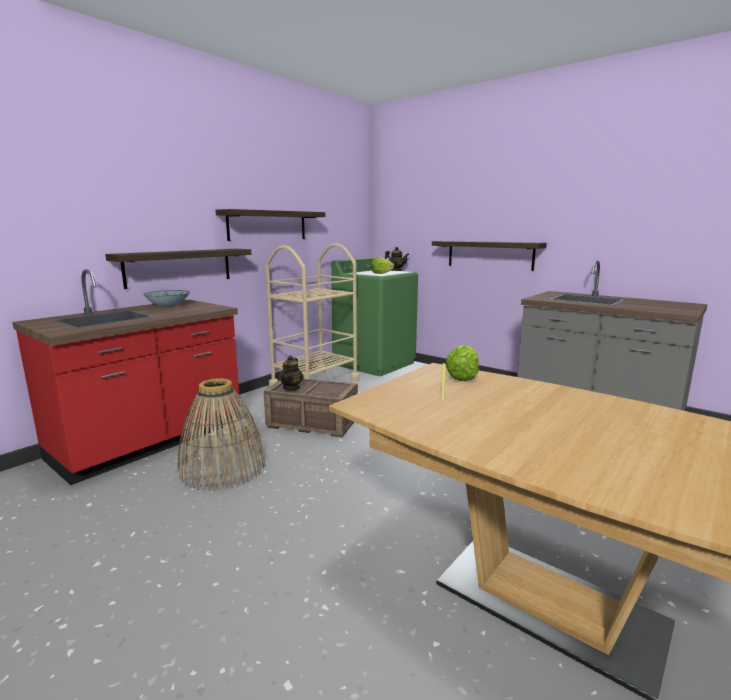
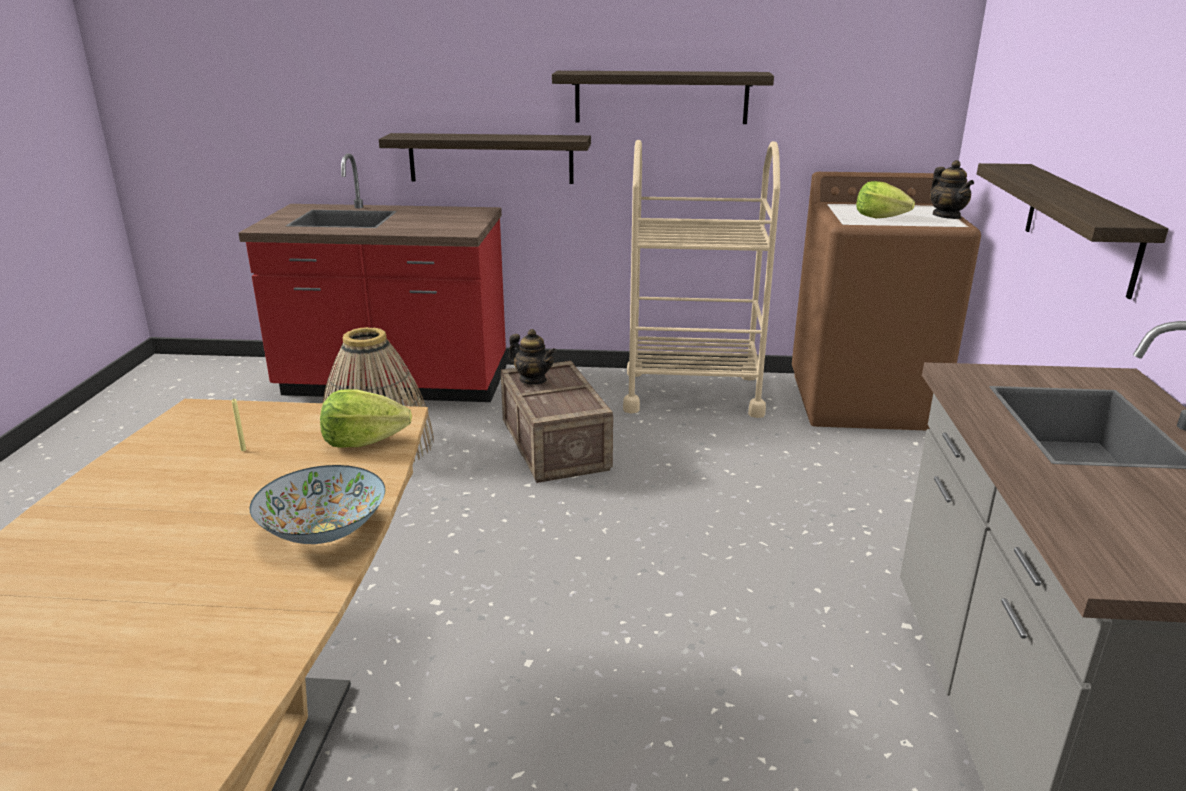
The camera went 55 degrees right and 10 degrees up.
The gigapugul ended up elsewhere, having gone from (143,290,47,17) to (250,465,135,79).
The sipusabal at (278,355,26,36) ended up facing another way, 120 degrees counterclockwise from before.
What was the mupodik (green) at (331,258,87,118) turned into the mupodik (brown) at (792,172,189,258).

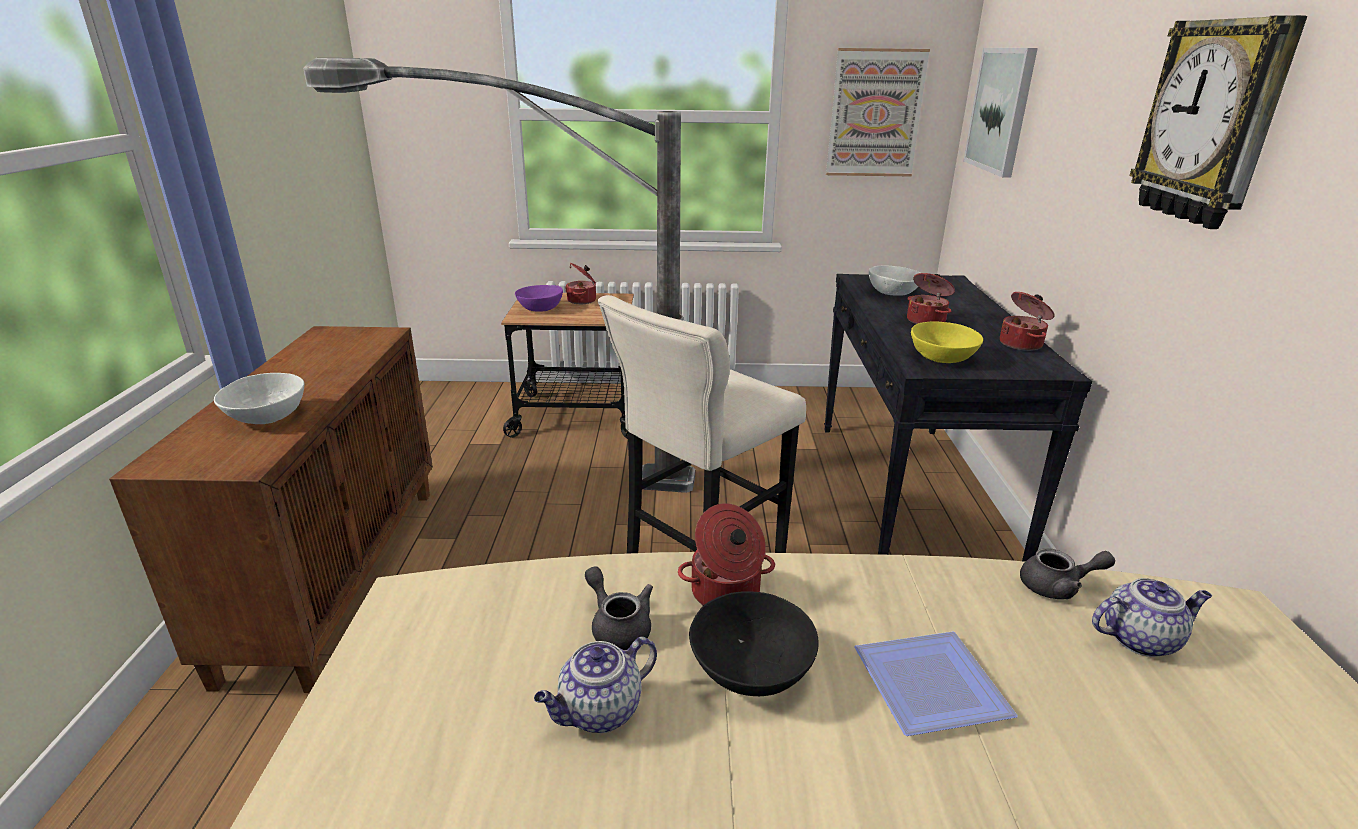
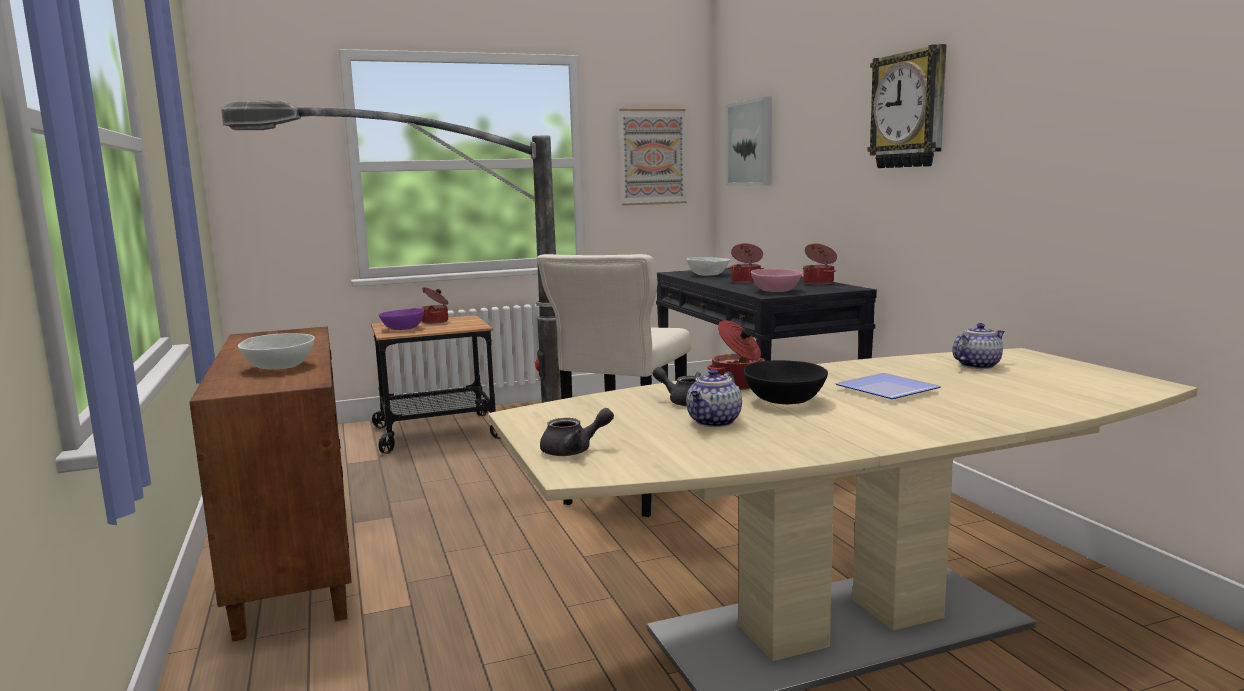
The camera went 20 degrees left and 15 degrees down.
What was the gigapugul (yellow) at (911,321,72,42) turned into the gigapugul (pink) at (751,269,51,23).
The sipusabal (grey) ended up elsewhere, having gone from (1020,548,95,51) to (540,408,74,48).

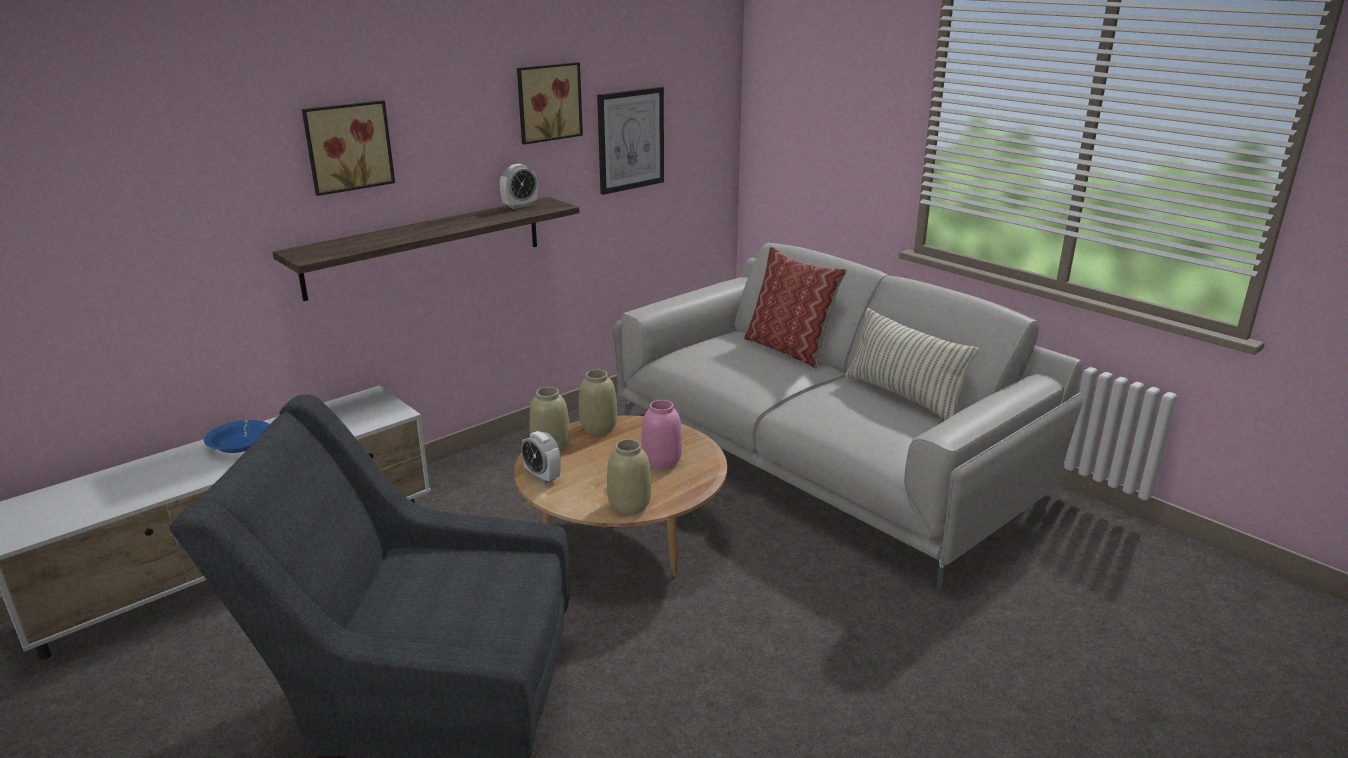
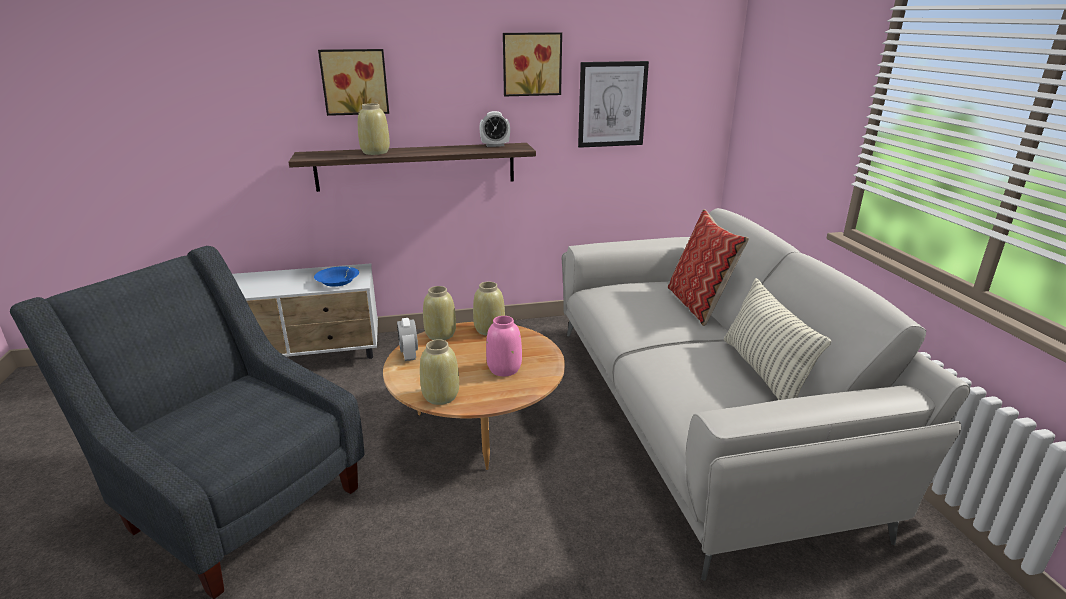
The camera went 30 degrees right and 0 degrees up.
The gigapugul (blue) ended up elsewhere, having gone from (204,420,66,33) to (314,266,45,21).
The second view gained the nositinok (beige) at (358,103,32,52).

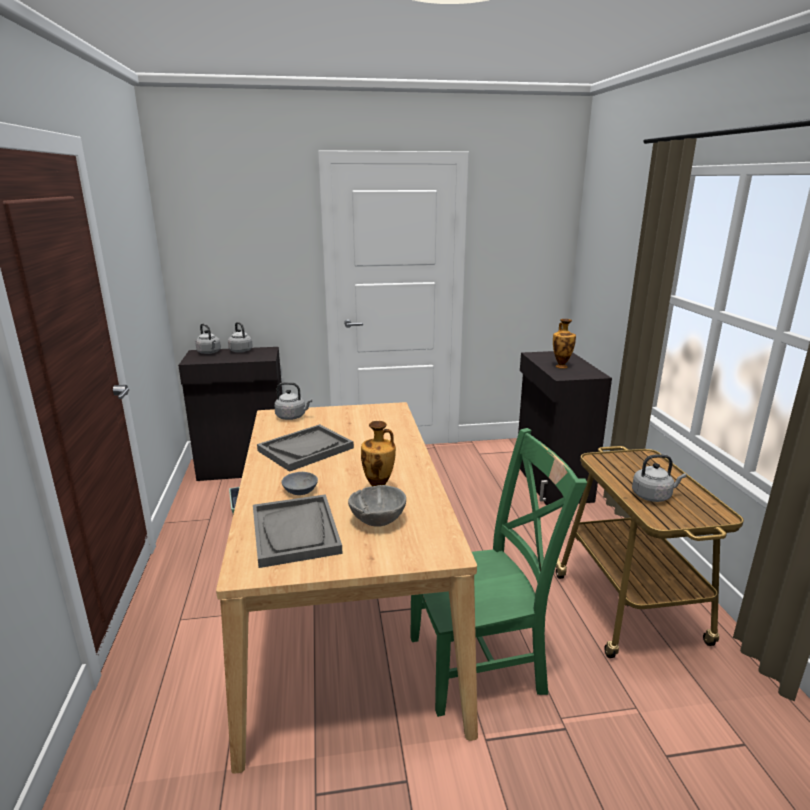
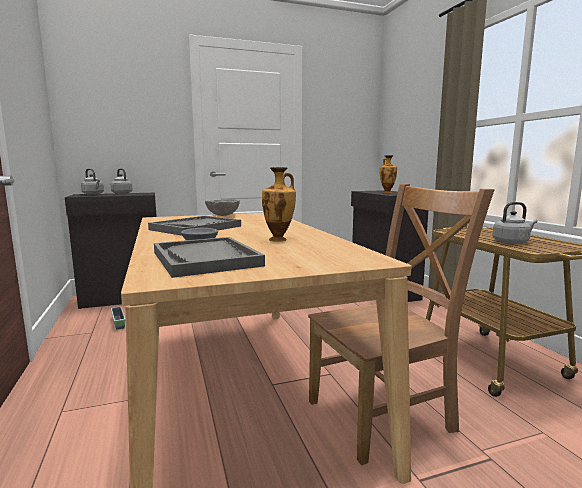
The camera went 10 degrees left and 10 degrees down.
The second view lost the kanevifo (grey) at (274,382,38,38).
The gigapugul (grey) ended up elsewhere, having gone from (348,485,58,42) to (205,199,35,17).
What was the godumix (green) at (410,428,177,289) turned into the godumix (brown) at (308,184,187,281).

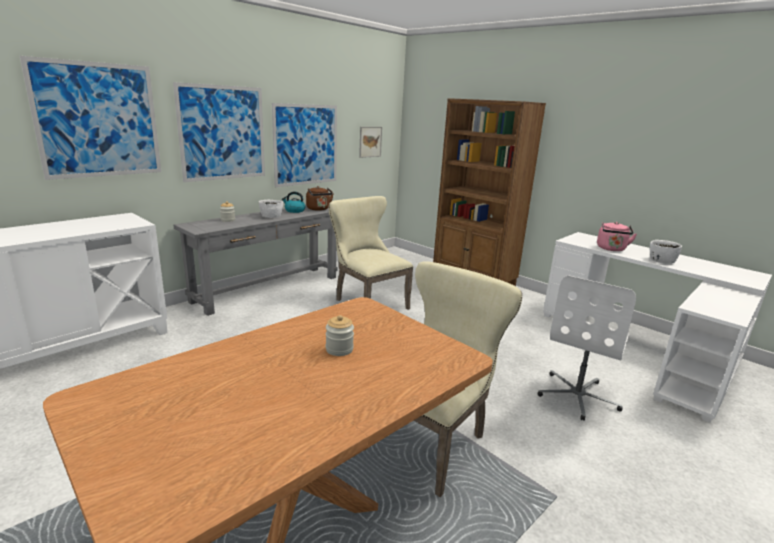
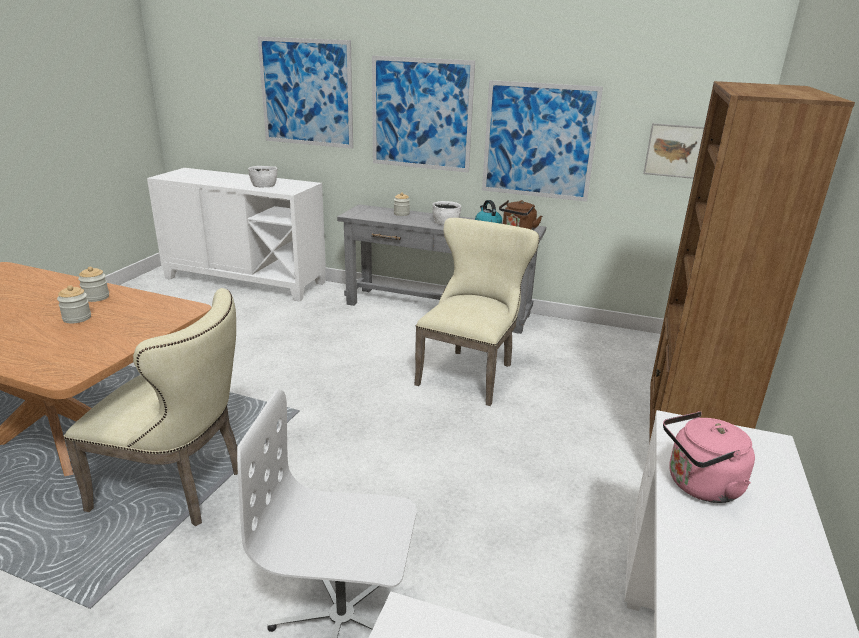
The camera went 65 degrees right and 5 degrees up.
The gigapugul (white) ended up elsewhere, having gone from (649,240,33,24) to (248,166,29,22).
The second view gained the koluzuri at (78,267,31,35).

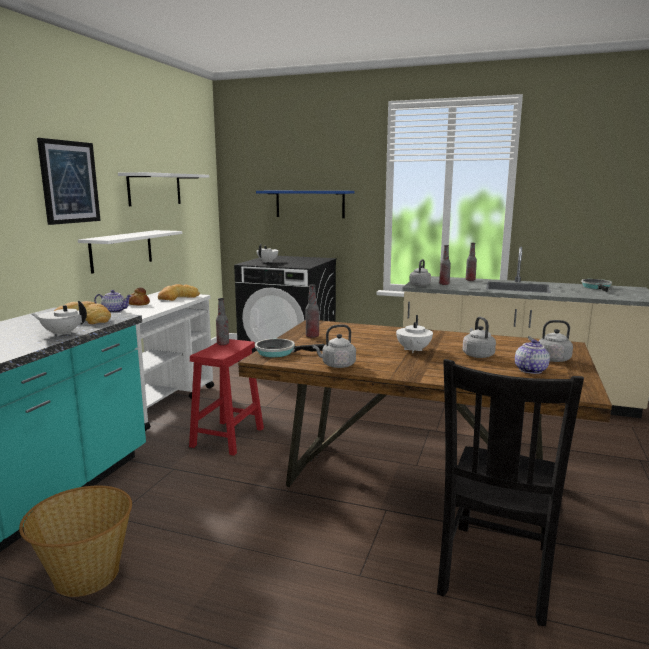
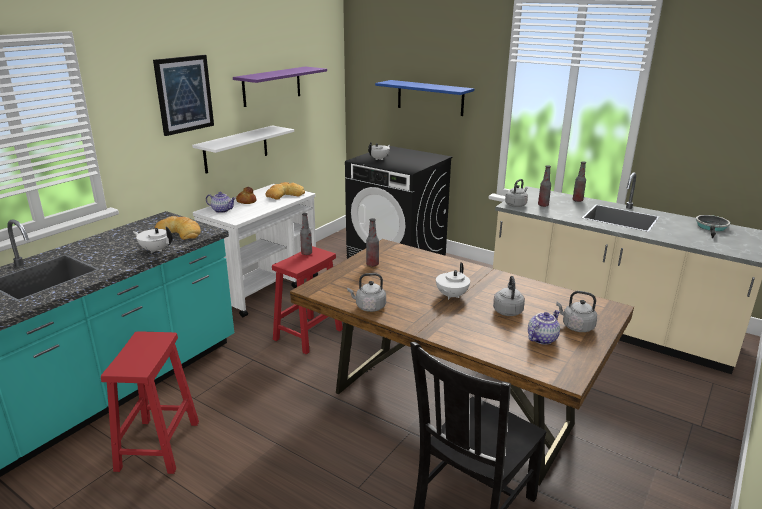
The camera went 15 degrees right and 10 degrees up.
Where the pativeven stood at (19,485,113,112), the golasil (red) came to stand at (101,331,98,143).
What was the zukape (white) at (118,172,91,34) turned into the zukape (purple) at (233,67,94,40).
The second view lost the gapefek at (255,338,70,20).

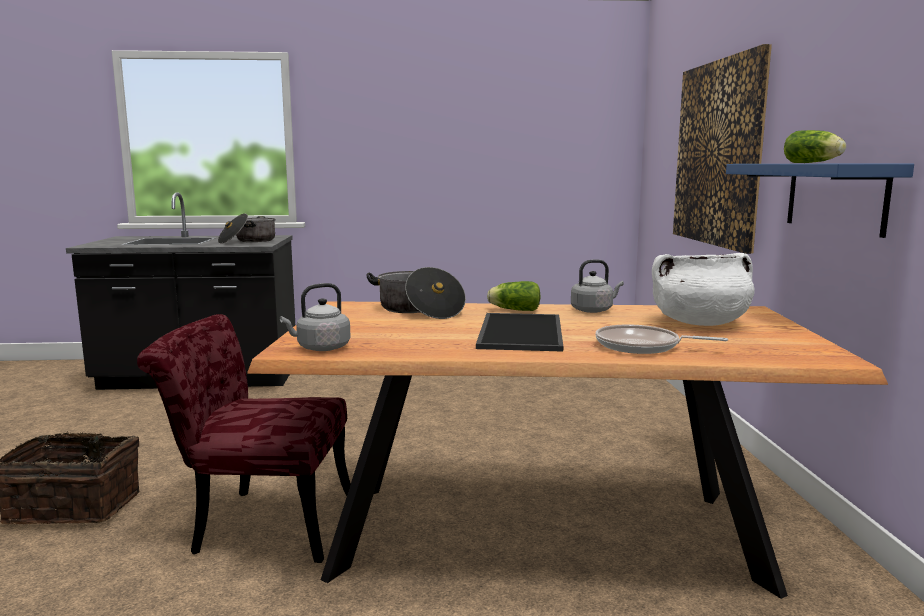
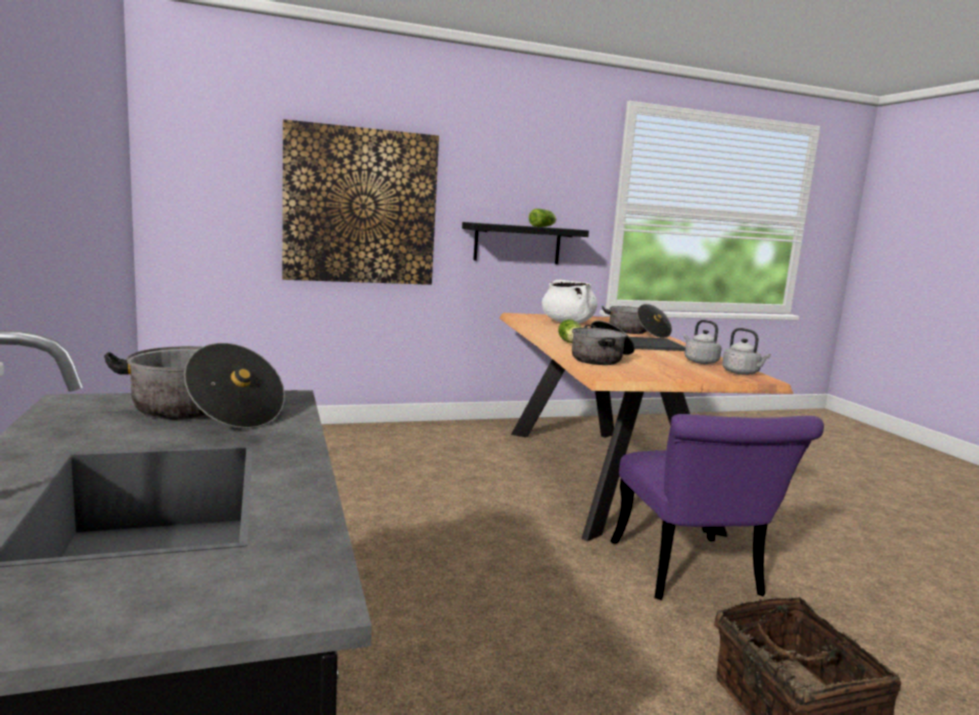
The camera went 105 degrees left and 0 degrees up.
What was the godumix (red) at (137,314,214,249) turned into the godumix (purple) at (610,414,214,186).
The kanevifo (grey) ended up elsewhere, having gone from (571,260,53,53) to (684,320,37,44).
Where the gapefek stood at (596,325,132,29), the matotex came to stand at (602,304,70,34).
What was the zukape (blue) at (726,164,188,74) turned into the zukape (black) at (462,222,127,42).

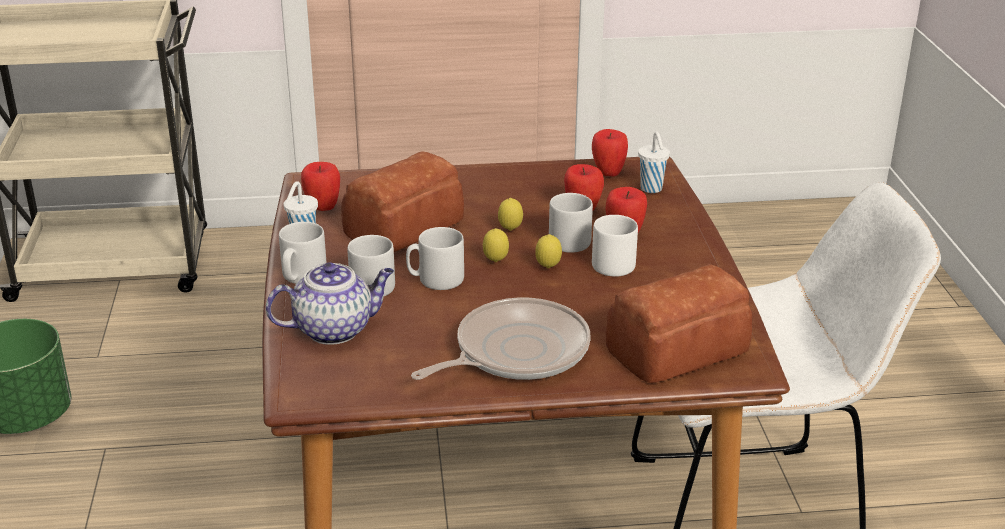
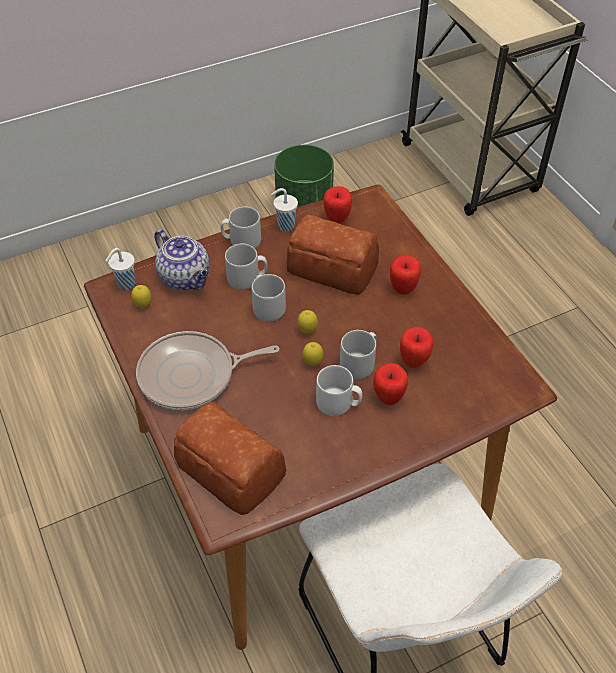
The camera went 70 degrees right and 20 degrees up.
The gapefek at (411,298,180,82) ended up facing another way, 135 degrees clockwise from before.
The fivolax ended up elsewhere, having gone from (498,198,25,33) to (131,285,21,23).
The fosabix ended up elsewhere, having gone from (592,129,36,48) to (390,255,31,40).
The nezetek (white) ended up elsewhere, having gone from (638,132,32,61) to (106,248,29,42).

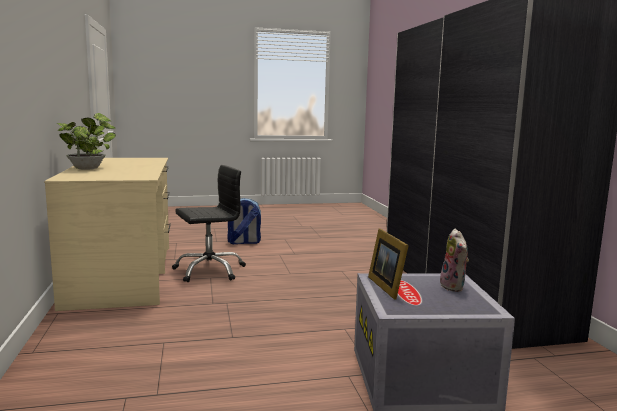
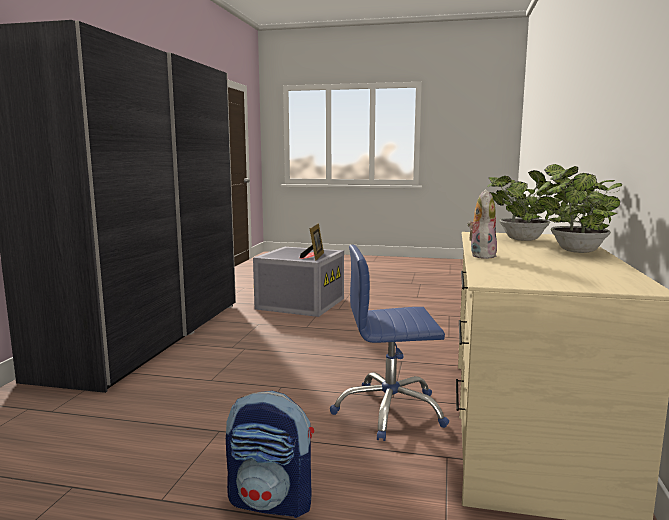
The camera went 155 degrees left and 0 degrees up.
What was the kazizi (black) at (172,165,74,117) turned into the kazizi (blue) at (330,245,119,196).
The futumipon ended up elsewhere, having gone from (440,229,29,63) to (467,189,30,70).
The second view gained the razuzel at (487,164,86,77).

